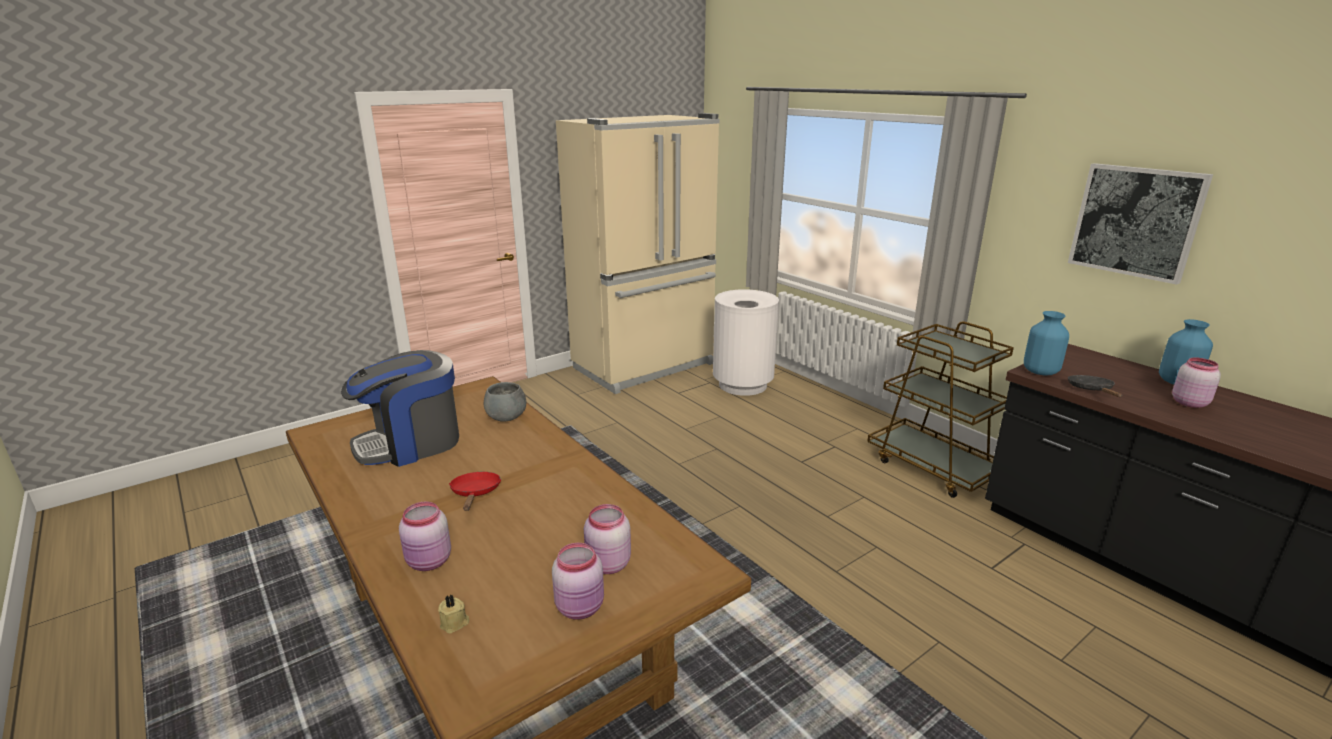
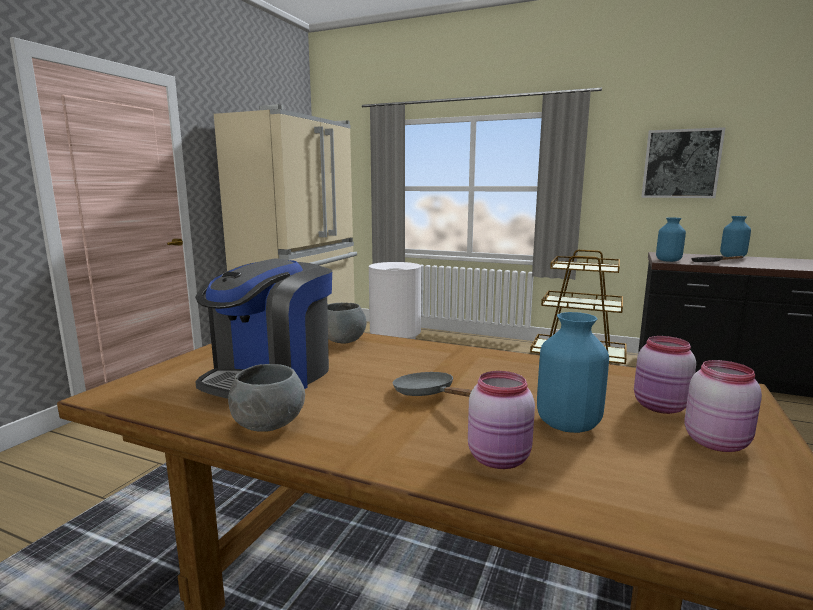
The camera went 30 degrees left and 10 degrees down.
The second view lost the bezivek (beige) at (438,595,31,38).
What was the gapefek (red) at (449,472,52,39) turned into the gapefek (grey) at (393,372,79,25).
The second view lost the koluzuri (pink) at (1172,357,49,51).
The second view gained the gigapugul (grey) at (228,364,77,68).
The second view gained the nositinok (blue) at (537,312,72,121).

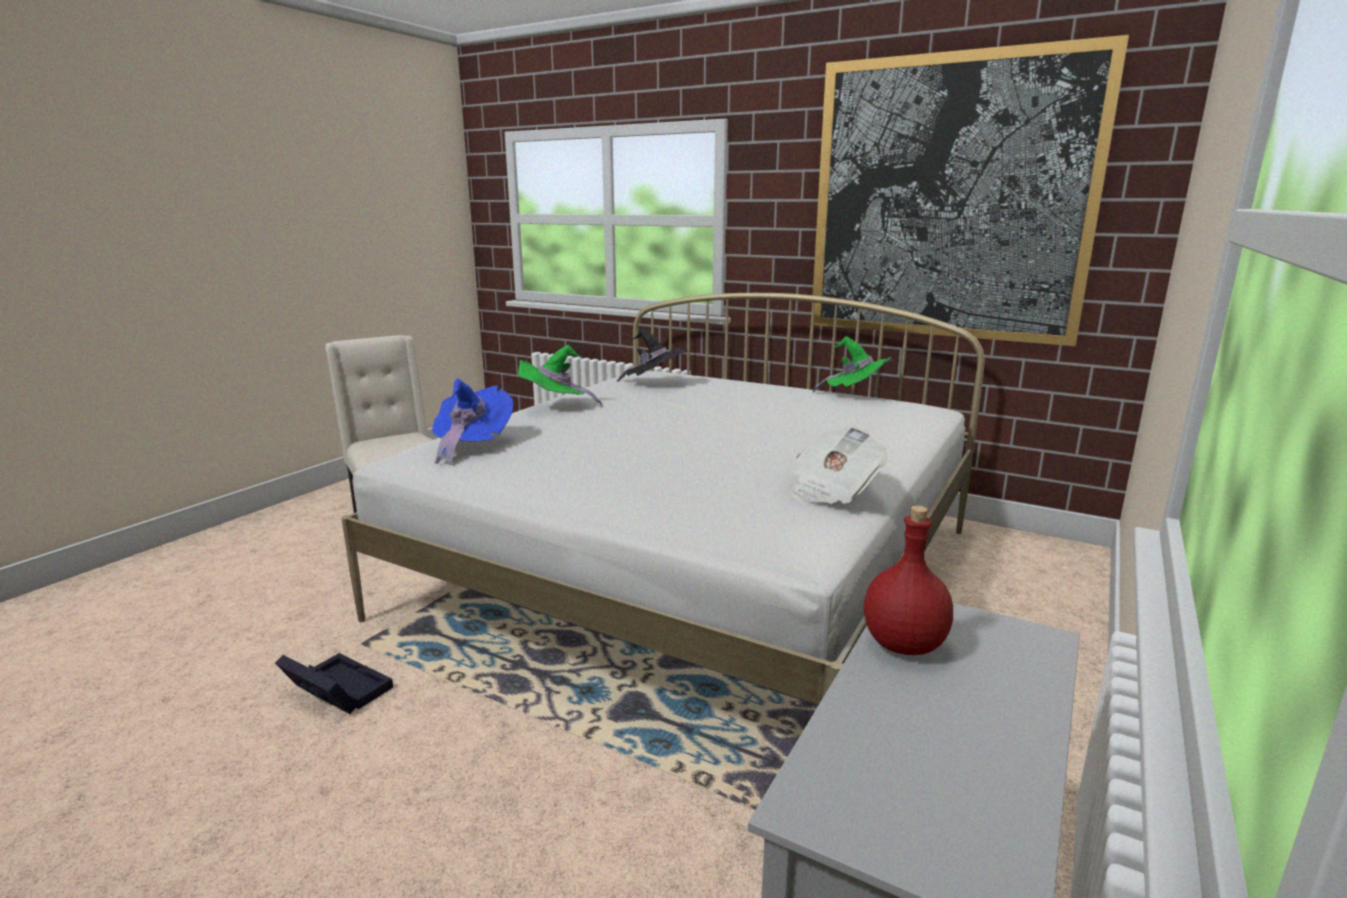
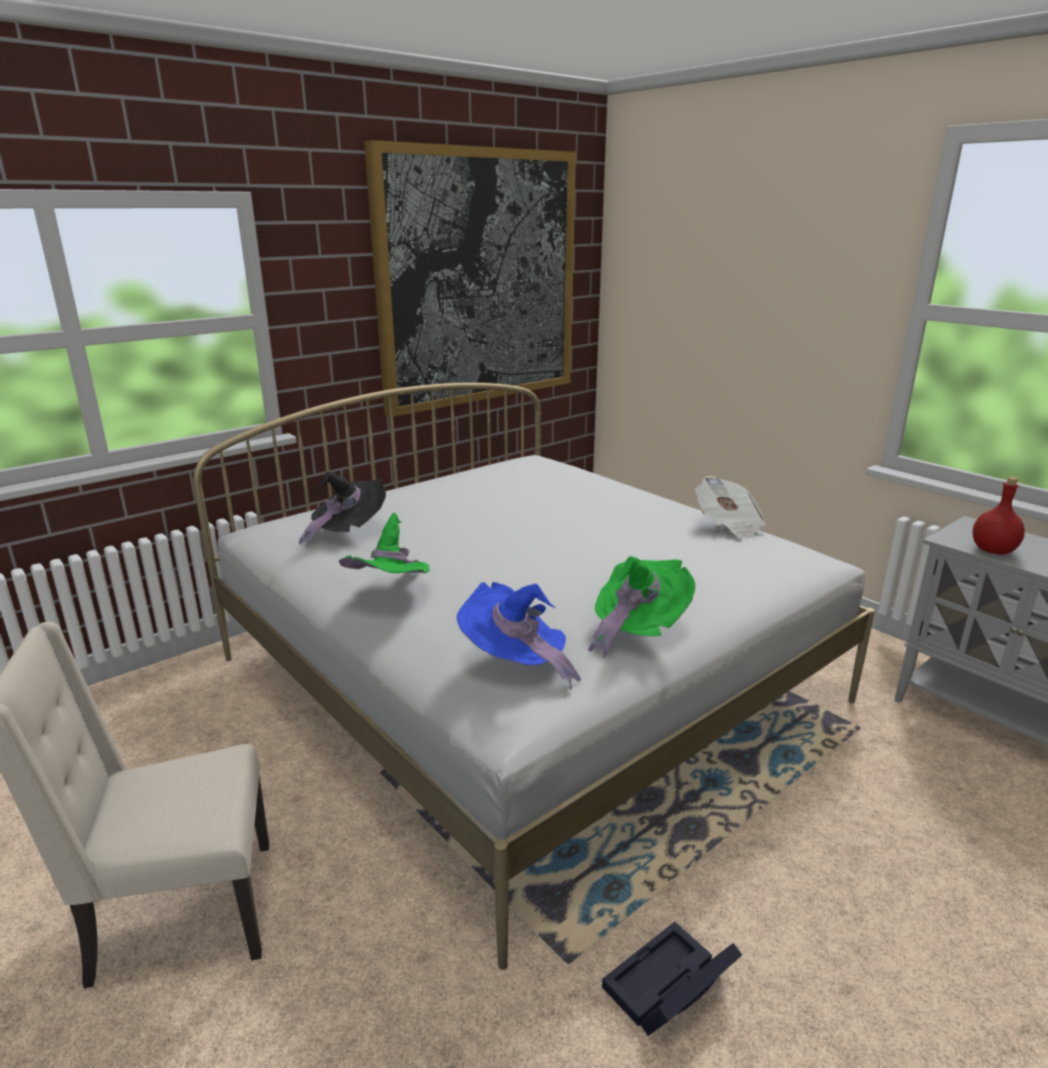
The camera went 70 degrees left and 5 degrees up.
The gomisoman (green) ended up elsewhere, having gone from (812,336,82,56) to (588,556,107,102).

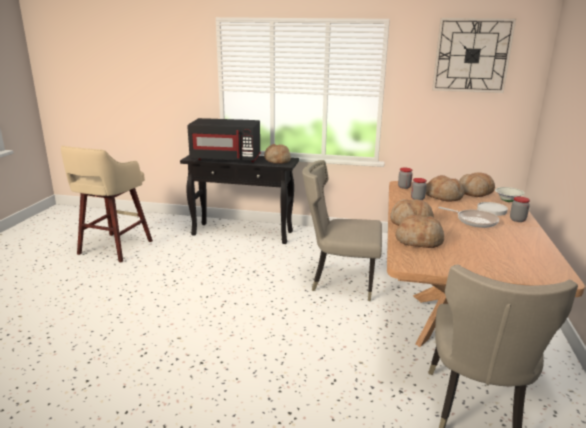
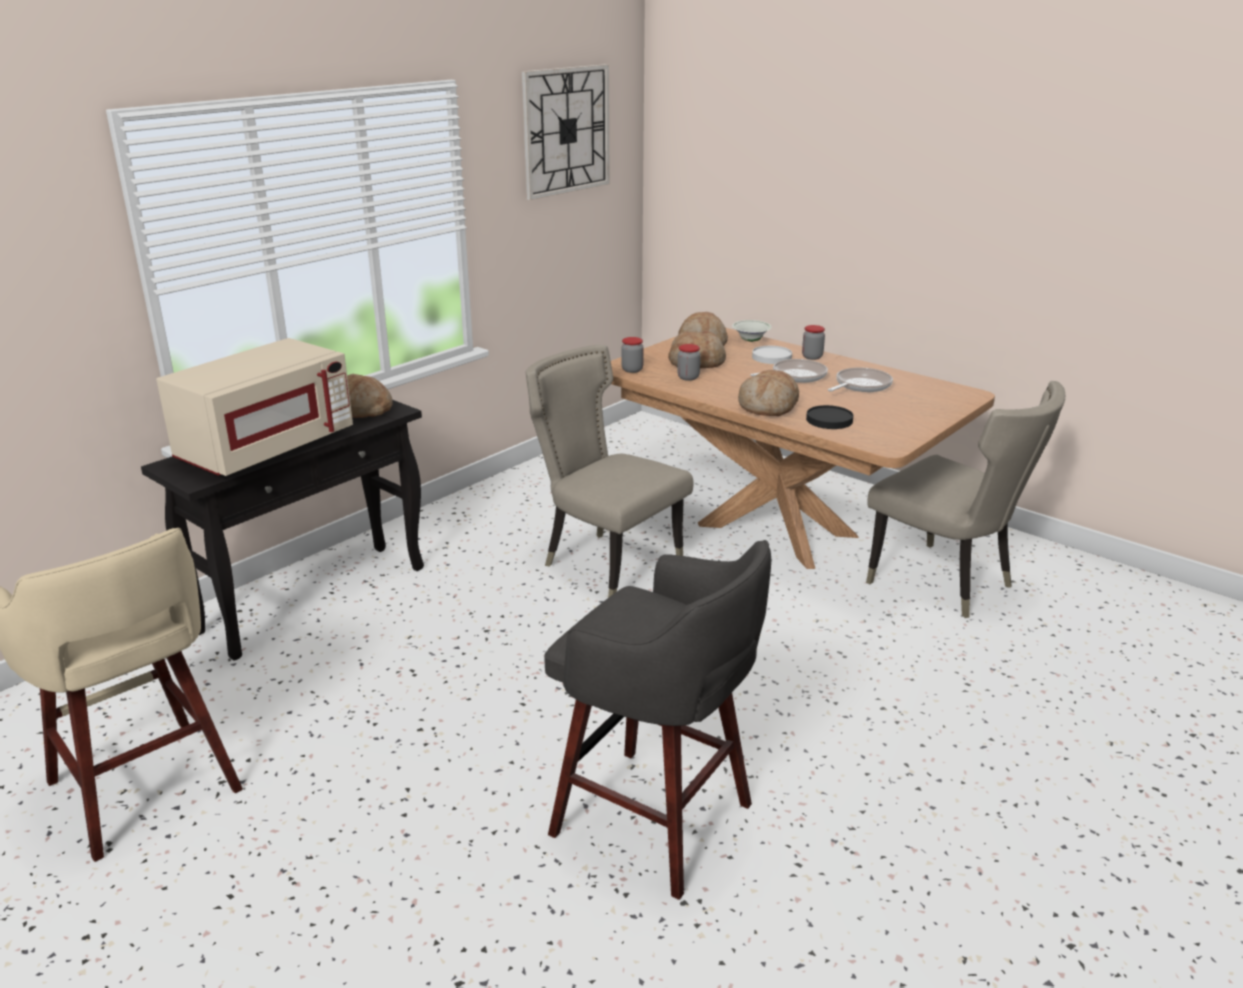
The camera went 60 degrees left and 5 degrees up.
What was the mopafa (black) at (187,118,74,44) turned into the mopafa (beige) at (156,338,197,138).
The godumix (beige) at (302,160,80,141) ended up facing another way, 90 degrees clockwise from before.
Where the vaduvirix stood at (395,214,49,34), the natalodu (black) came to stand at (806,405,48,24).
The second view gained the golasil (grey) at (544,540,227,360).
The second view gained the gapefek at (828,367,65,25).

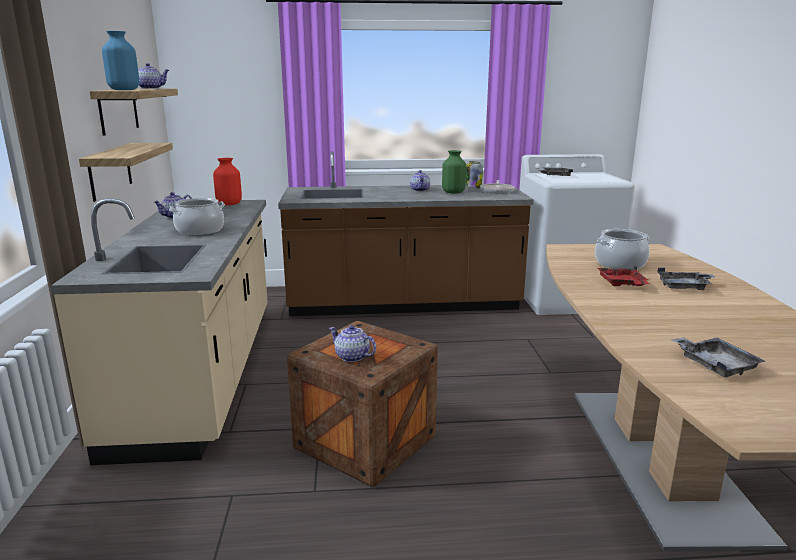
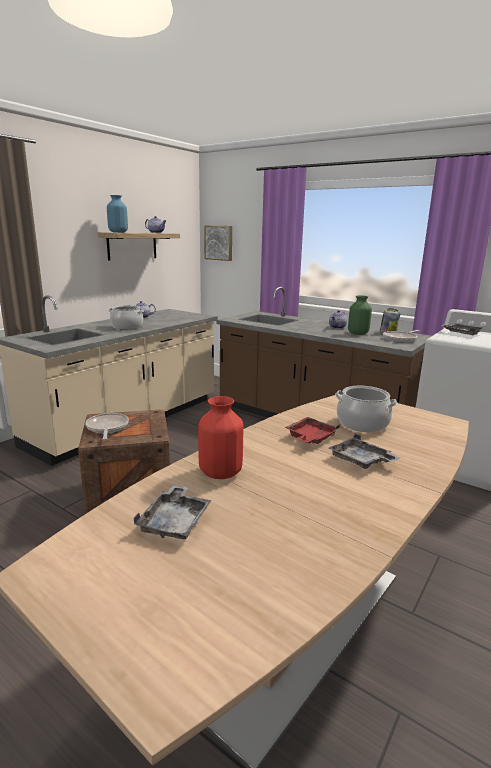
The camera went 40 degrees right and 0 degrees up.
The second view lost the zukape at (79,143,94,59).
The nositinok (red) ended up elsewhere, having gone from (213,158,29,47) to (198,396,45,83).
Where the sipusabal stood at (329,325,47,37), the gapefek came to stand at (86,413,43,27).
The second view gained the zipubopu at (204,226,28,35).

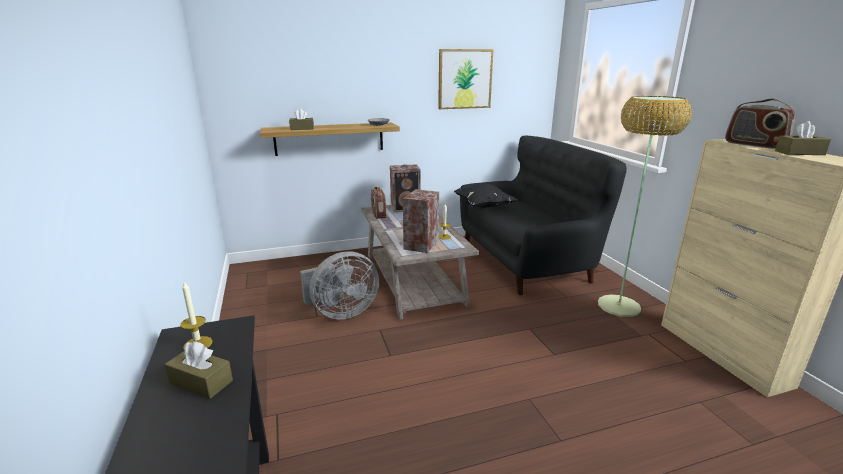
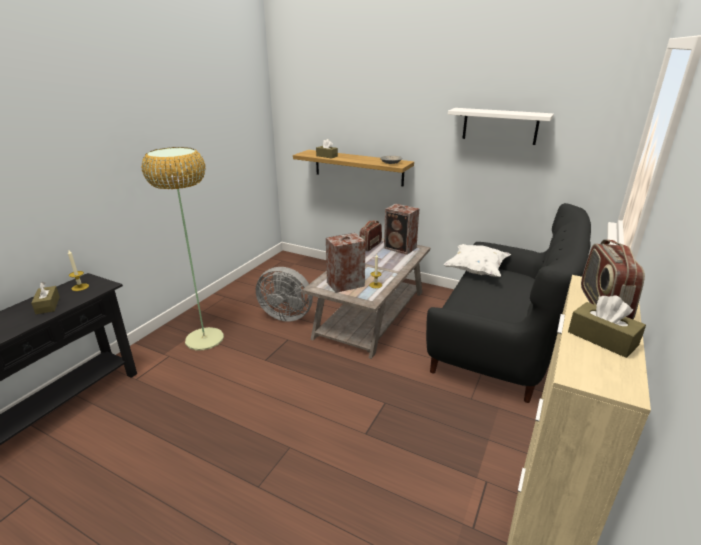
The camera went 45 degrees right and 5 degrees up.
Where the zipubopu hung at (438,49,56,60), the zukape (white) came to hang at (448,108,106,37).
What was the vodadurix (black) at (454,184,64,24) turned into the vodadurix (white) at (443,244,68,33).
The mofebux ended up elsewhere, having gone from (598,96,94,221) to (141,147,83,203).

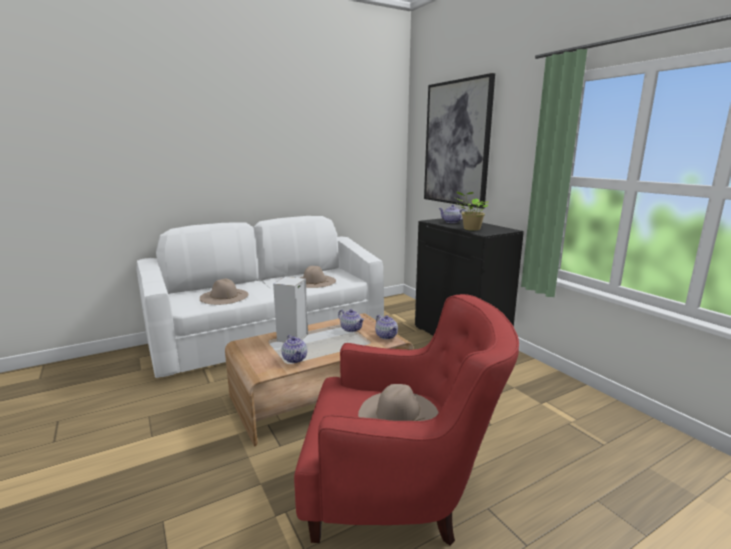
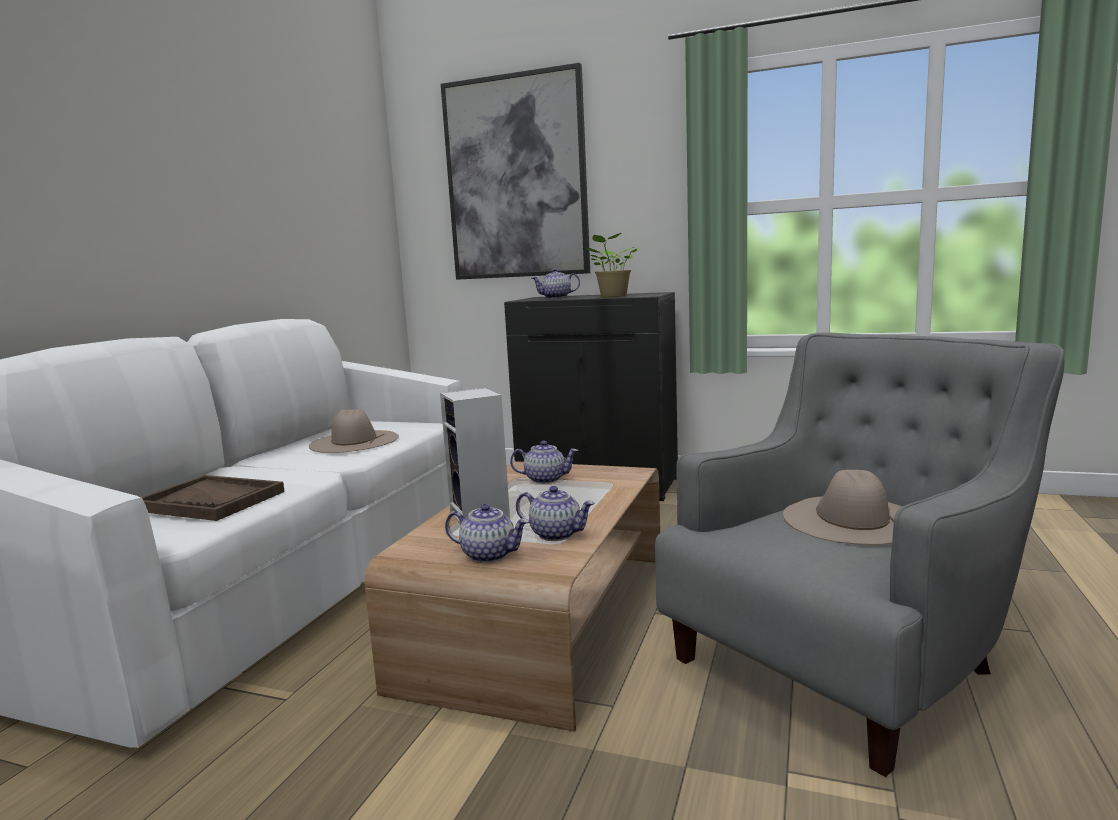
The camera went 40 degrees left and 5 degrees down.
Where the gomisoman (beige) stood at (200,279,48,26), the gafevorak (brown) came to stand at (141,475,144,46).
What was the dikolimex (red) at (294,294,225,252) turned into the dikolimex (grey) at (655,332,409,445).
The sipusabal ended up elsewhere, having gone from (375,315,23,24) to (445,504,84,59).

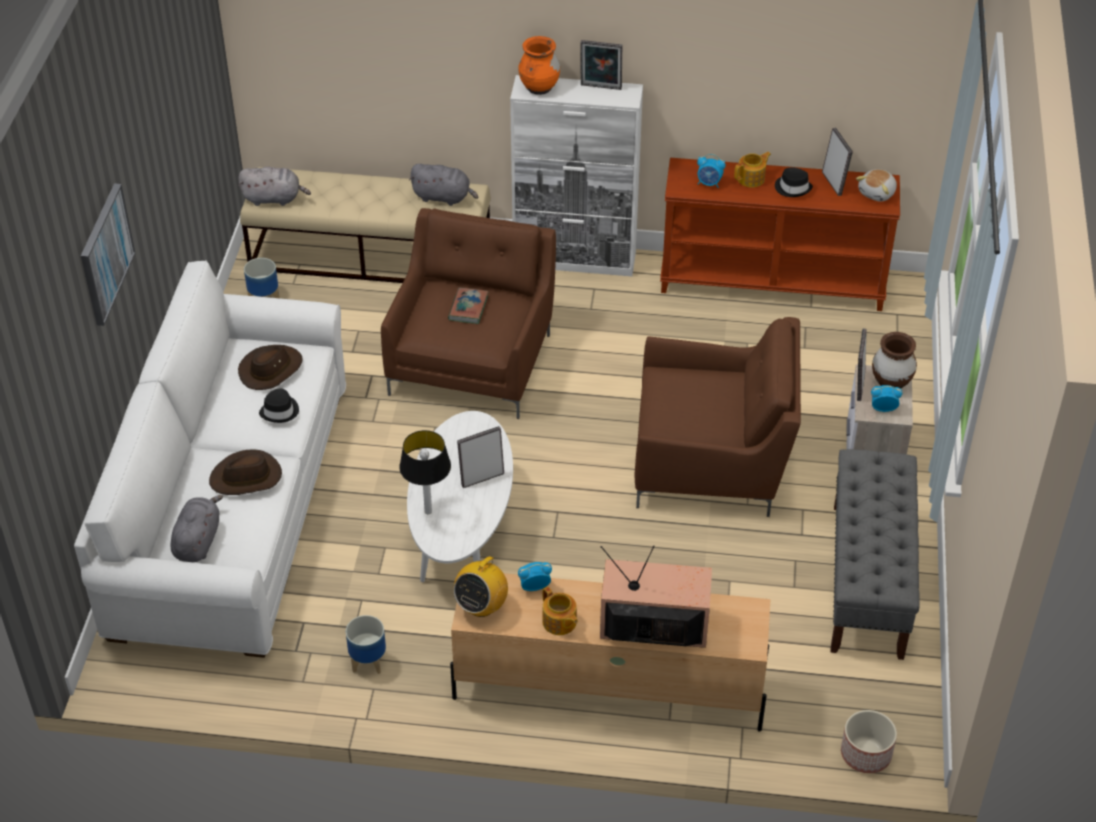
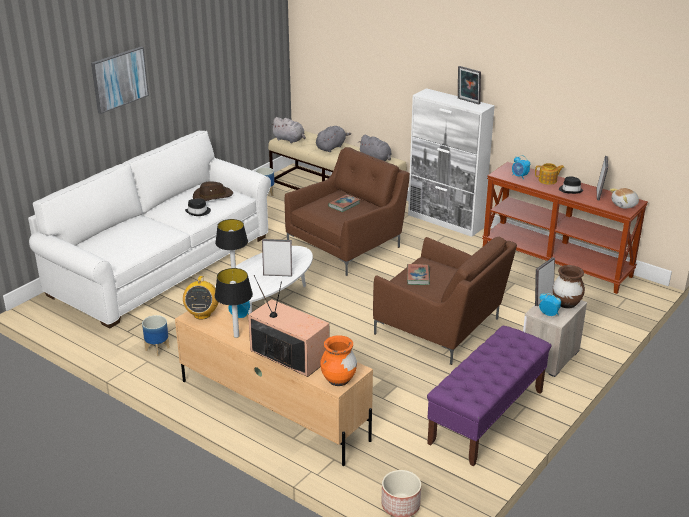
The camera went 30 degrees right and 15 degrees down.
The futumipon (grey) ended up elsewhere, having gone from (171,495,52,67) to (316,126,35,26).
The second view lost the gomisoman (brown) at (209,450,73,45).
The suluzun at (454,549,54,68) ended up facing another way, 60 degrees counterclockwise from before.
The nositinok (orange) ended up elsewhere, having gone from (518,36,42,59) to (320,335,37,51).
Where the sipusabal stood at (543,586,35,49), the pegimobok came to stand at (215,268,38,70).
What was the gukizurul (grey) at (830,449,90,211) turned into the gukizurul (purple) at (427,326,124,140).
The second view gained the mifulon at (407,264,23,21).

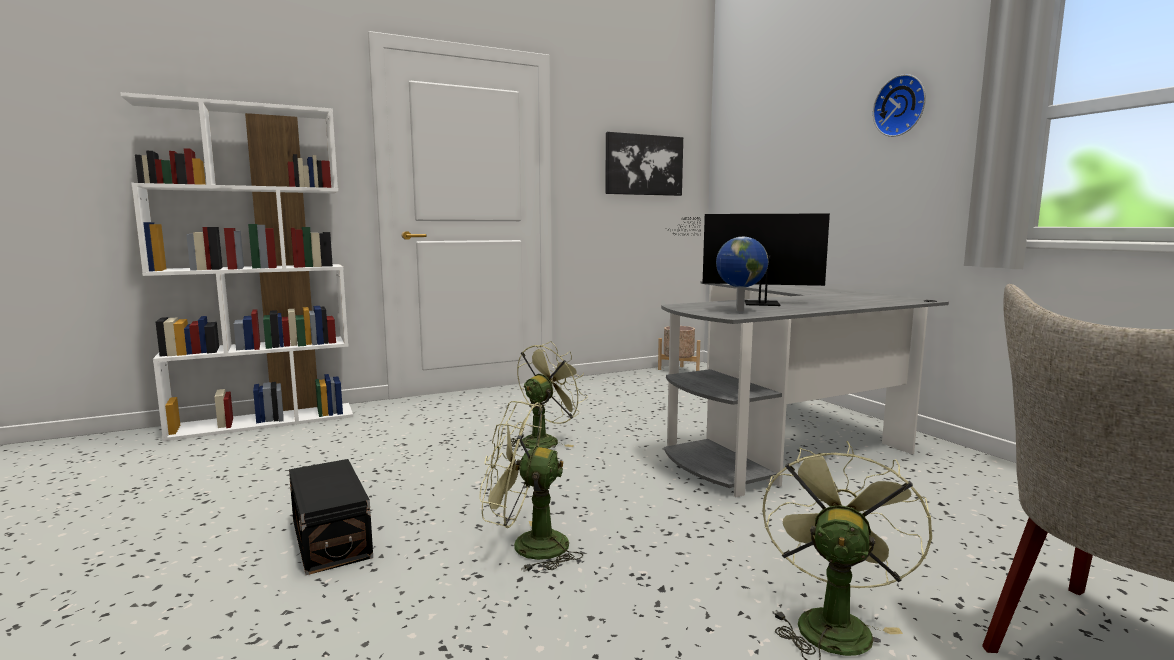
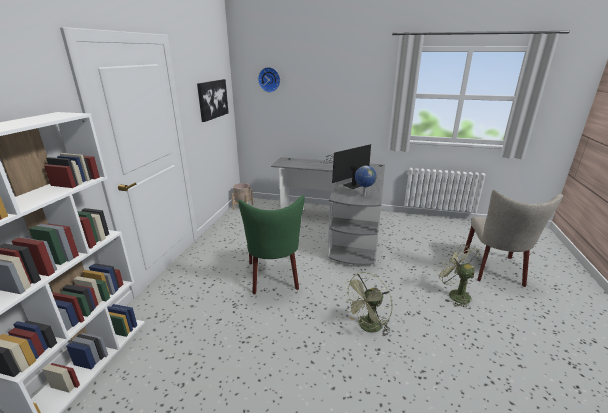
The camera went 50 degrees left and 15 degrees up.
The second view lost the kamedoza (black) at (289,459,84,116).
Where the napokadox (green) stood at (511,341,77,108), the godumix (green) came to stand at (238,195,67,100).
The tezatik ended up elsewhere, having gone from (873,74,53,63) to (258,67,22,25).

